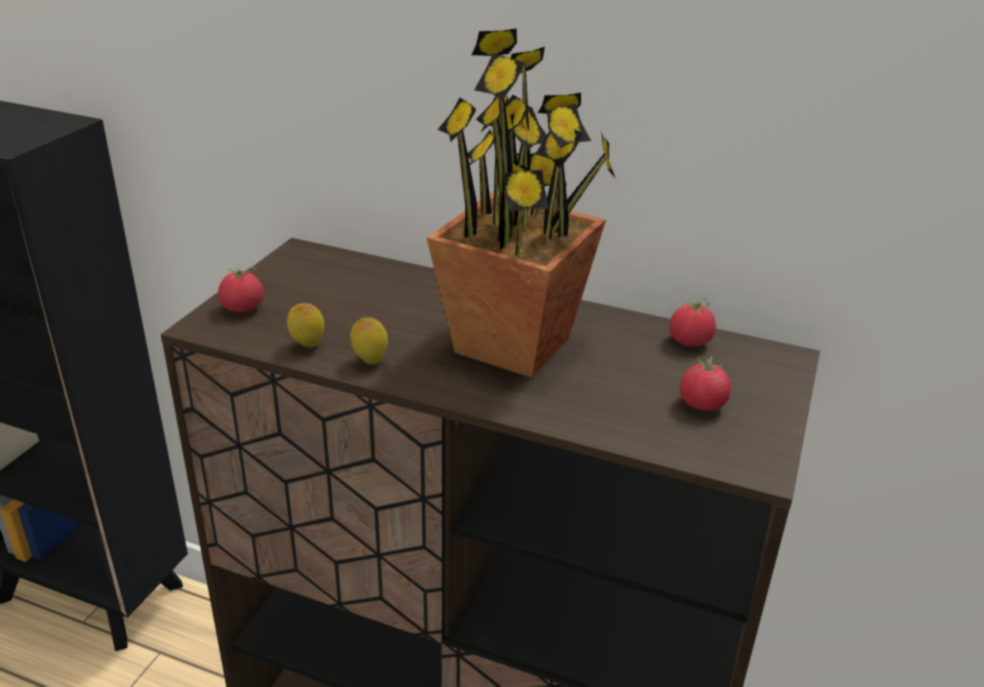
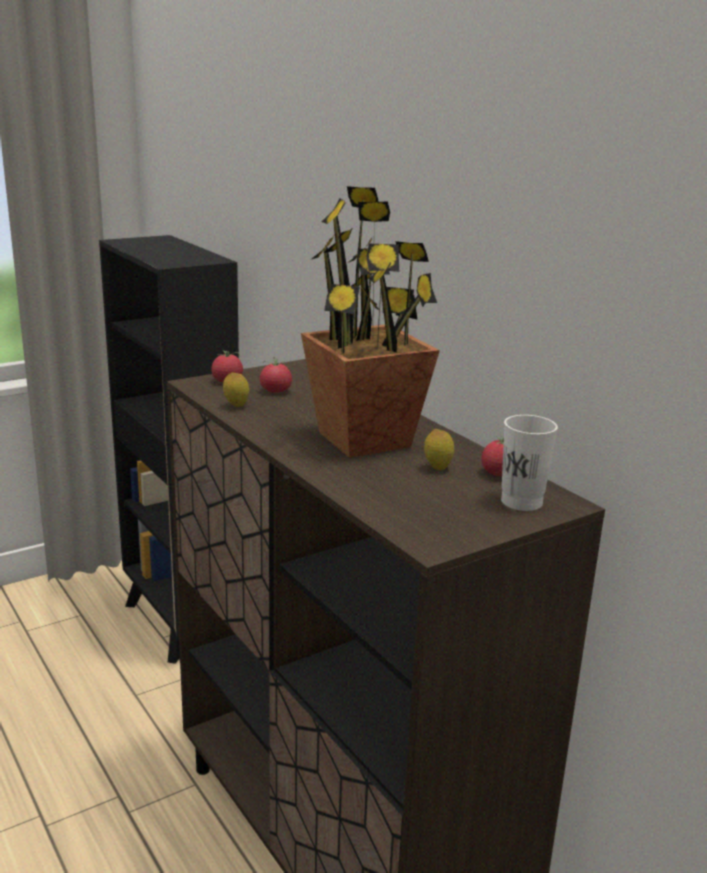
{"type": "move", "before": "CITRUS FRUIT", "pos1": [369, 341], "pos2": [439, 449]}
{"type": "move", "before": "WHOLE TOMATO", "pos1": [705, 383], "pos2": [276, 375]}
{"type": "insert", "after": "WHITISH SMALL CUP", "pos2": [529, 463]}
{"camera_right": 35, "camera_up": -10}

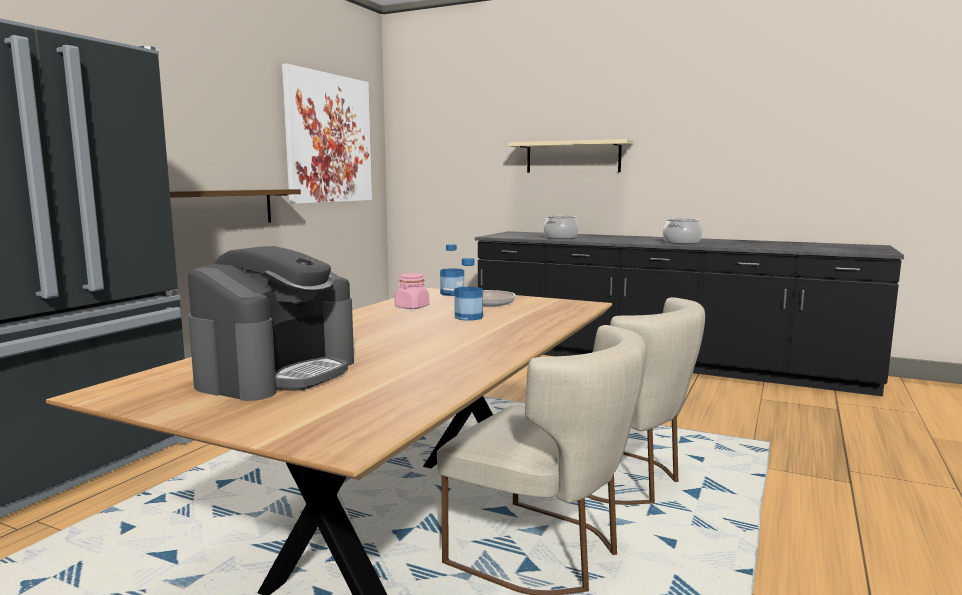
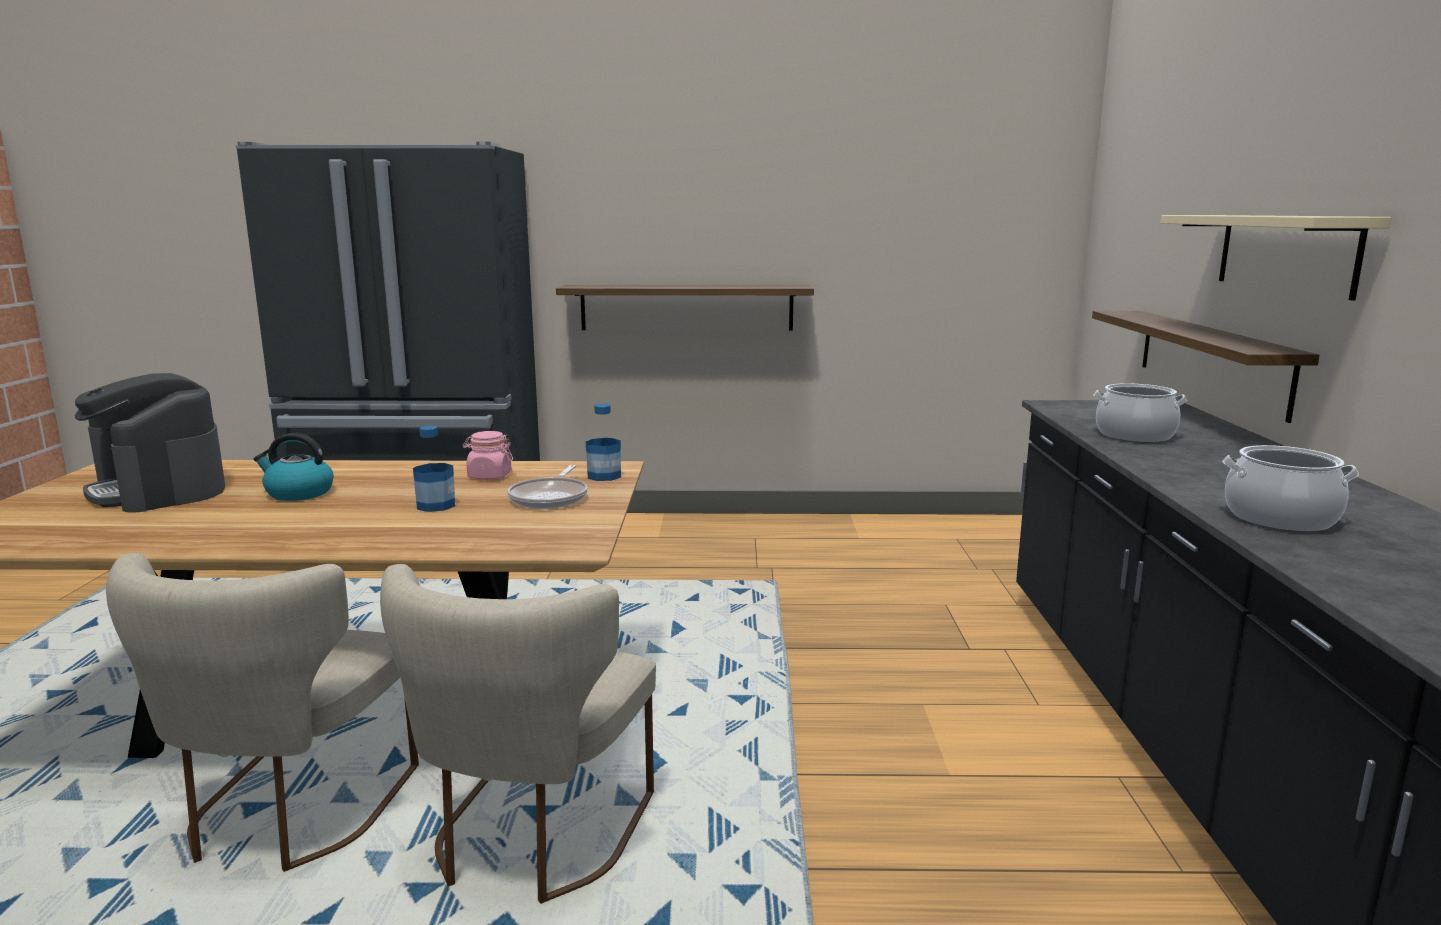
{"type": "delete", "before": "PICTURE", "pos1": [327, 134]}
{"type": "rotate", "before": "COFFEE MAKER", "pos1": [271, 323], "pos2": [150, 443], "turn": 45}
{"type": "insert", "after": "WALL SHELF", "pos2": [1206, 367]}
{"type": "insert", "after": "TEA KETTLE", "pos2": [293, 467]}
{"camera_right": 65, "camera_up": 5}

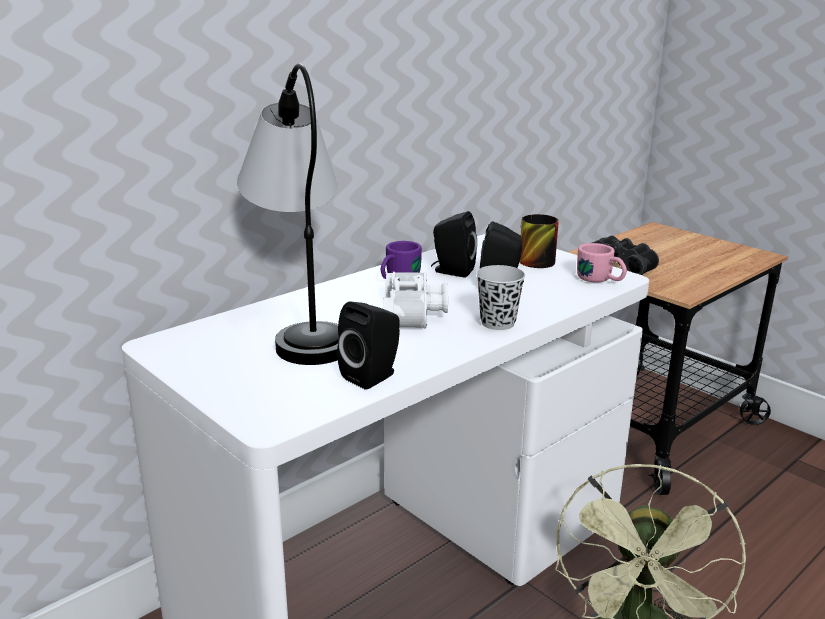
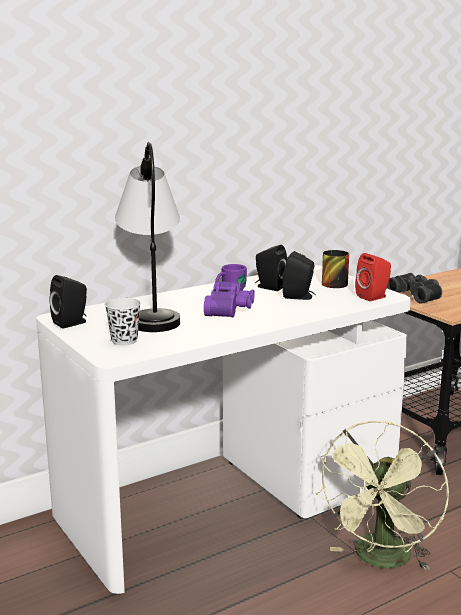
{"type": "replace", "before": "PINK-COLOURED TEA MUG", "after": "REDDISH LOUDSPEAKER", "pos1": [602, 262], "pos2": [373, 277]}
{"type": "move", "before": "BLACK-COLOURED SMALL CUP", "pos1": [500, 297], "pos2": [123, 321]}
{"type": "recolor", "before": "WHITISH BINOCULARS", "after": "PURPLE-COLOURED BINOCULARS", "pos1": [415, 300], "pos2": [229, 299]}
{"type": "move", "before": "BLACK-COLOURED LOUDSPEAKER", "pos1": [368, 346], "pos2": [68, 302]}
{"camera_right": 10, "camera_up": -5}

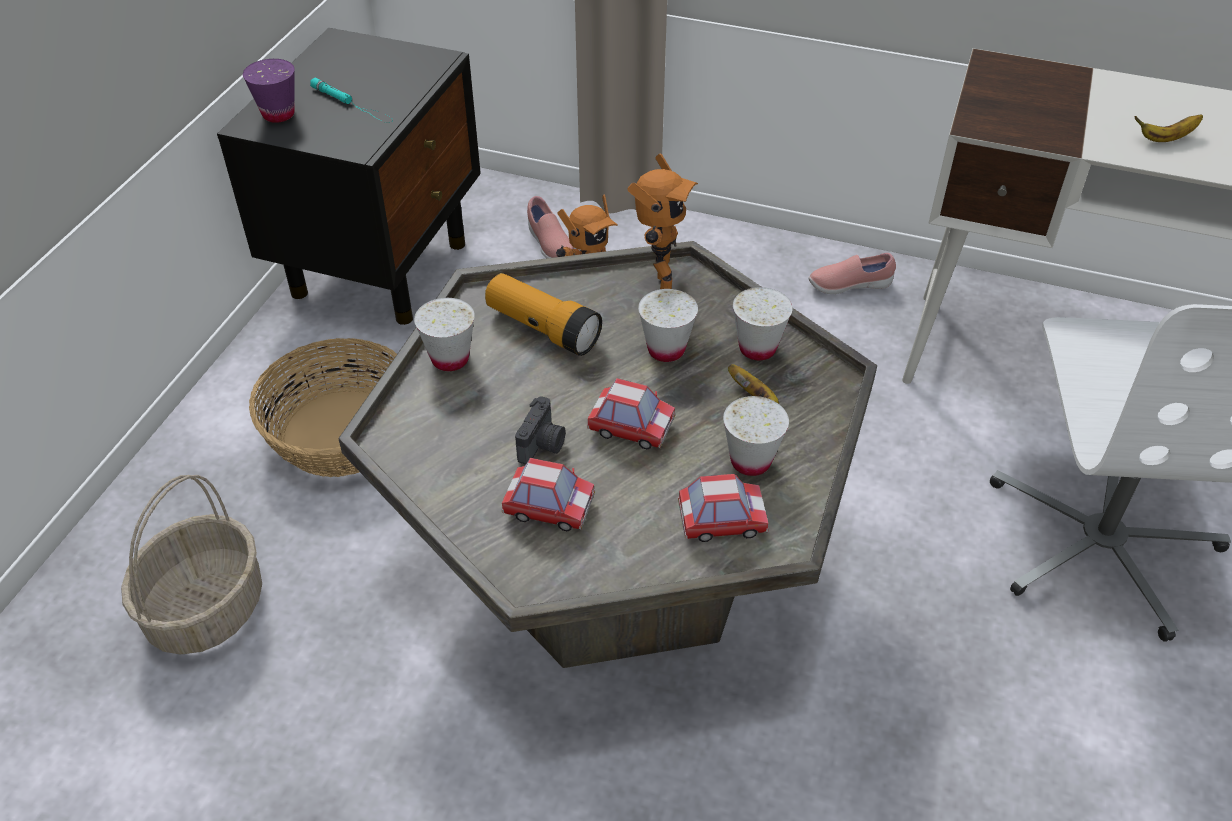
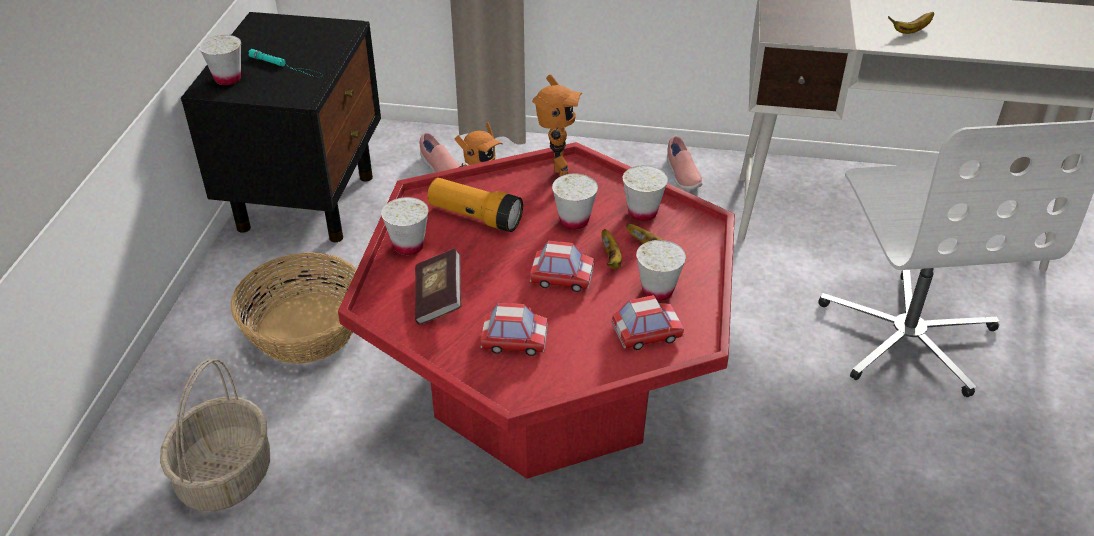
{"type": "recolor", "before": "PURPLE-COLOURED SMALL CUP", "after": "WHITISH SMALL CUP", "pos1": [269, 91], "pos2": [220, 60]}
{"type": "recolor", "before": "GREYISH LOUNGE TABLE", "after": "REDDISH LOUNGE TABLE", "pos1": [608, 454], "pos2": [536, 310]}
{"type": "rotate", "before": "PINK-COLOURED LOW SHOE", "pos1": [852, 273], "pos2": [684, 163], "turn": -90}
{"type": "delete", "before": "PHOTO CAMERA", "pos1": [540, 430]}
{"type": "insert", "after": "BANANA FRUIT", "pos2": [612, 249]}
{"type": "insert", "after": "BOUND BOOK", "pos2": [438, 286]}
{"camera_right": -10, "camera_up": -5}

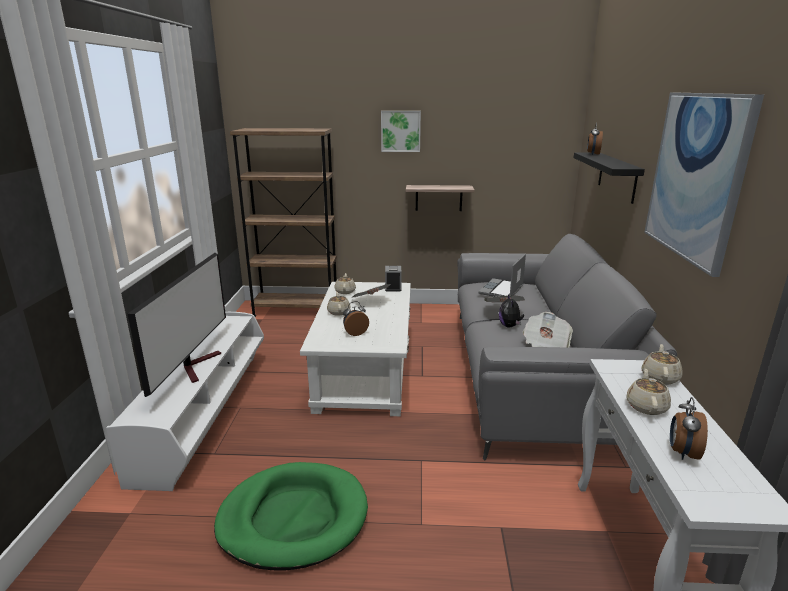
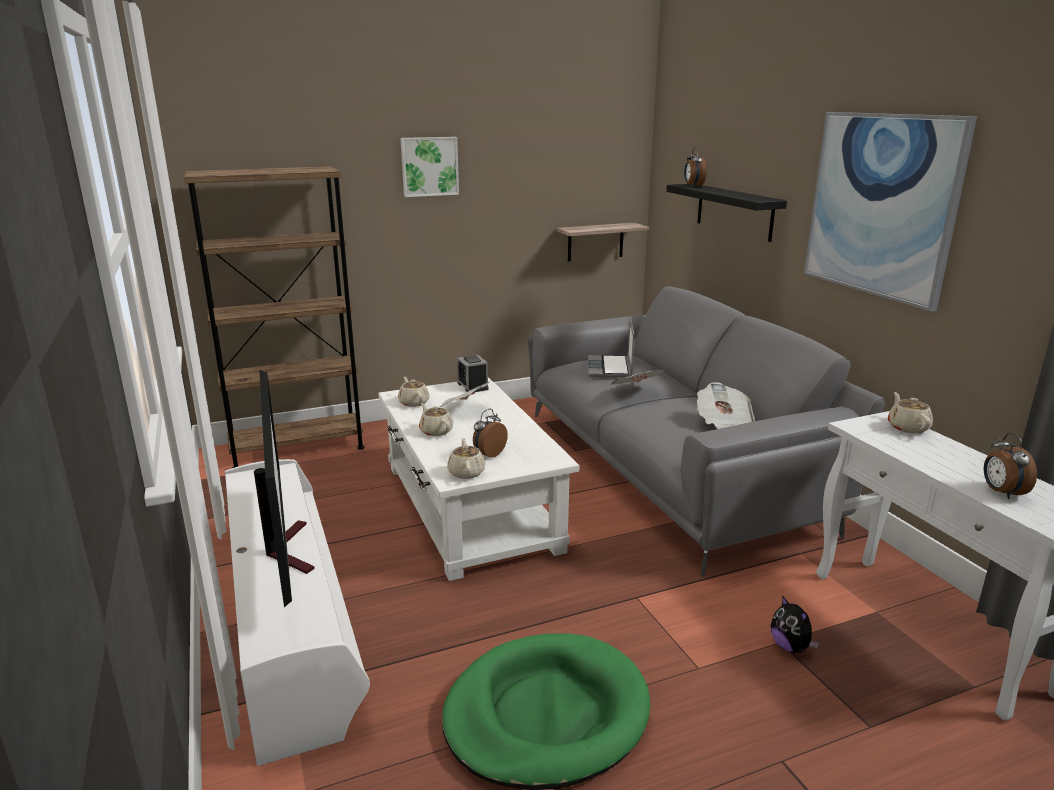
{"type": "move", "before": "WALL SHELF", "pos1": [440, 198], "pos2": [603, 242]}
{"type": "move", "before": "PLUSH TOY", "pos1": [511, 311], "pos2": [795, 624]}
{"type": "move", "before": "SAND-COLOURED POT FOR TEA", "pos1": [648, 392], "pos2": [466, 458]}
{"camera_right": -25, "camera_up": 0}

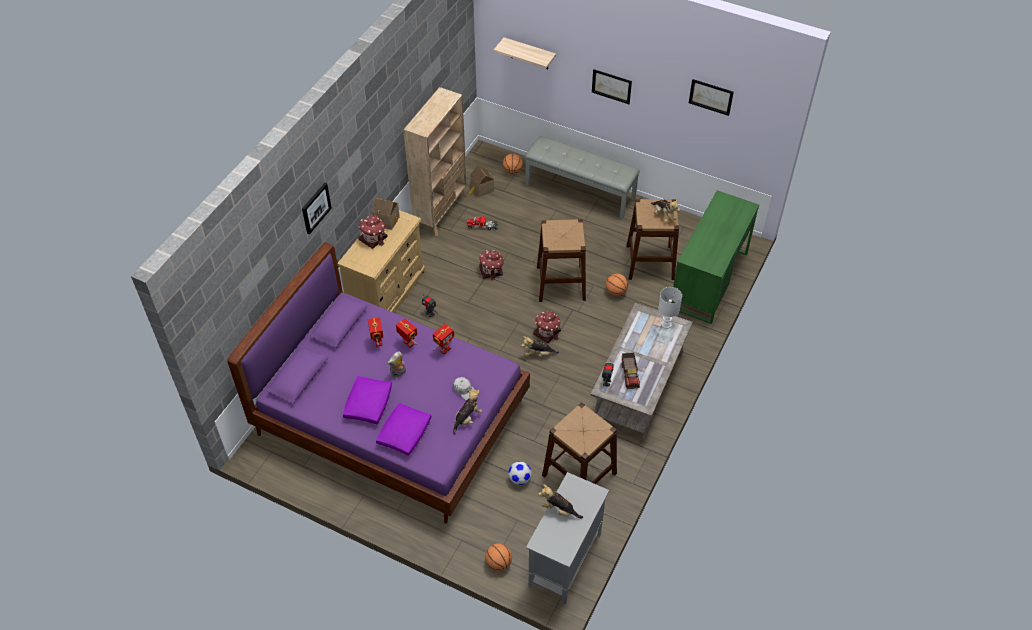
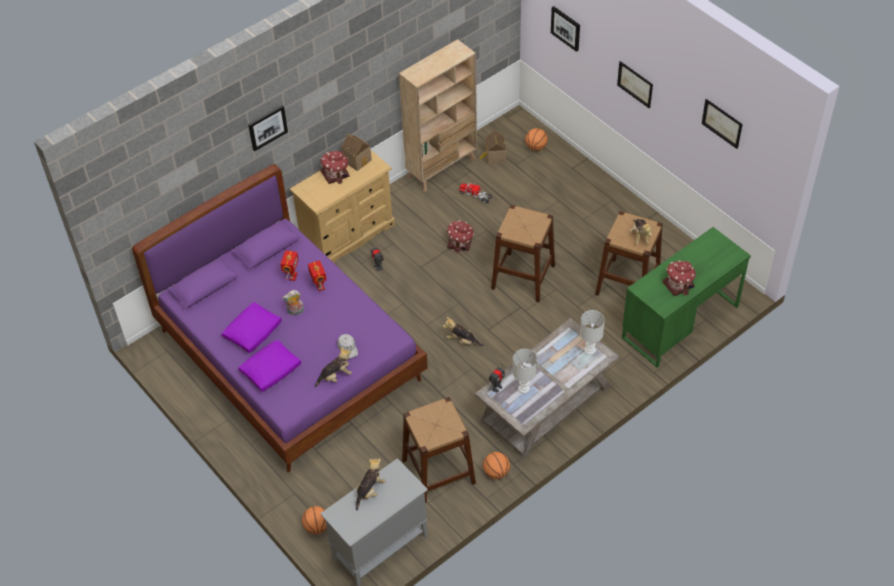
{"type": "replace", "before": "WALL SHELF", "after": "PICTURE", "pos1": [525, 53], "pos2": [565, 29]}
{"type": "delete", "before": "GREYISH BENCH", "pos1": [582, 177]}
{"type": "move", "before": "BALL FOR BASKETBALL", "pos1": [617, 284], "pos2": [496, 465]}
{"type": "move", "before": "TOY HOUSE", "pos1": [547, 327], "pos2": [679, 278]}
{"type": "delete", "before": "MODEL ROBOT", "pos1": [444, 339]}
{"type": "replace", "before": "TOY TRUCK", "after": "WHITISH LAMP FOR A TABLE", "pos1": [631, 371], "pos2": [525, 371]}
{"type": "delete", "before": "FOOTBALL", "pos1": [520, 473]}
{"type": "rotate", "before": "PLUSH TOY", "pos1": [560, 501], "pos2": [370, 484], "turn": 75}
{"camera_right": 25, "camera_up": 0}

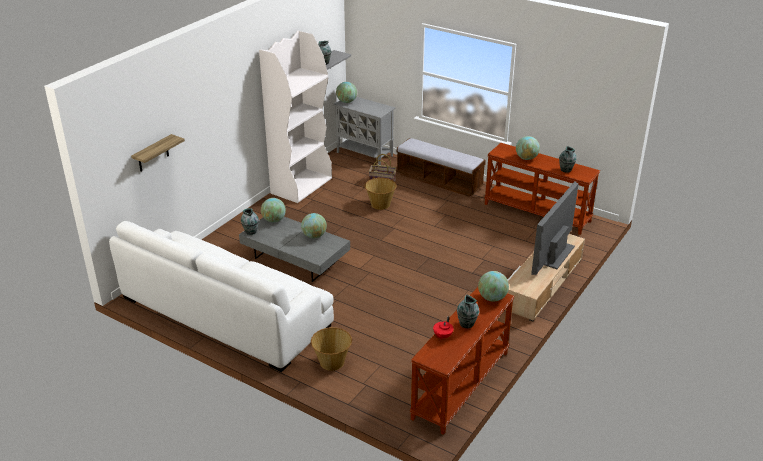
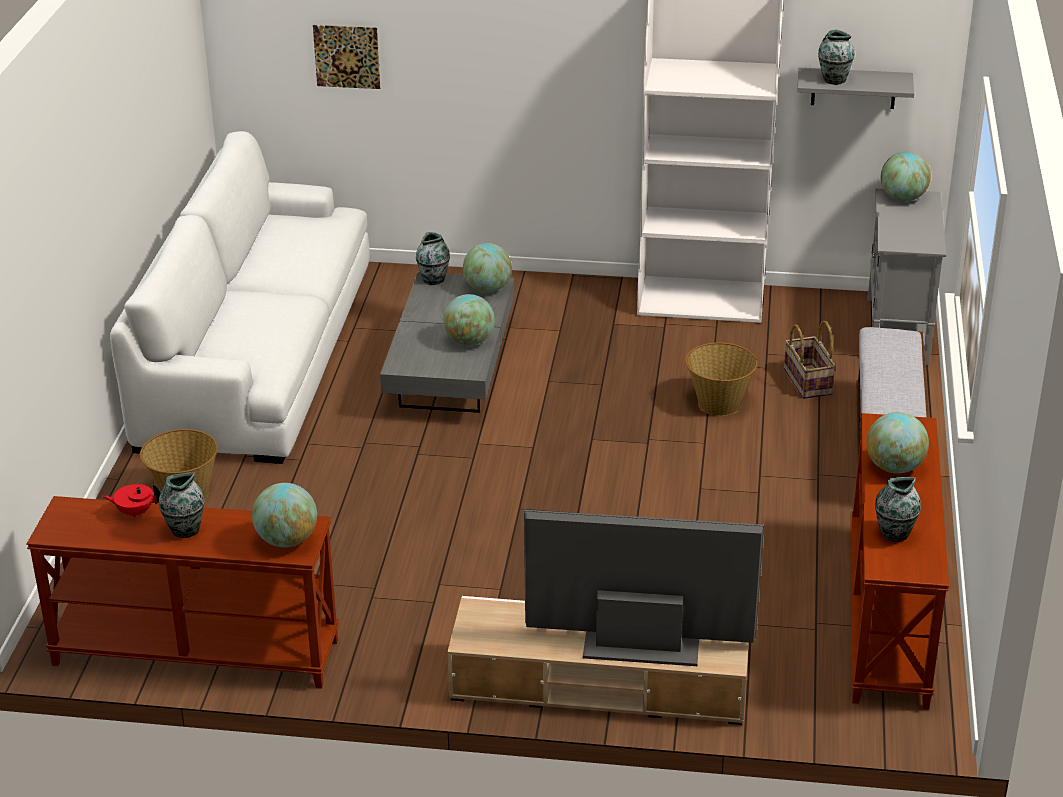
{"type": "replace", "before": "WALL SHELF", "after": "PICTURE", "pos1": [158, 153], "pos2": [346, 57]}
{"camera_right": 65, "camera_up": 0}

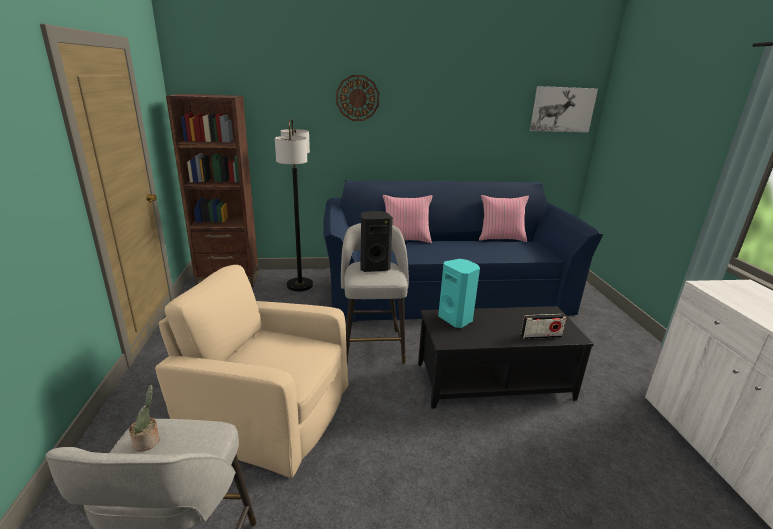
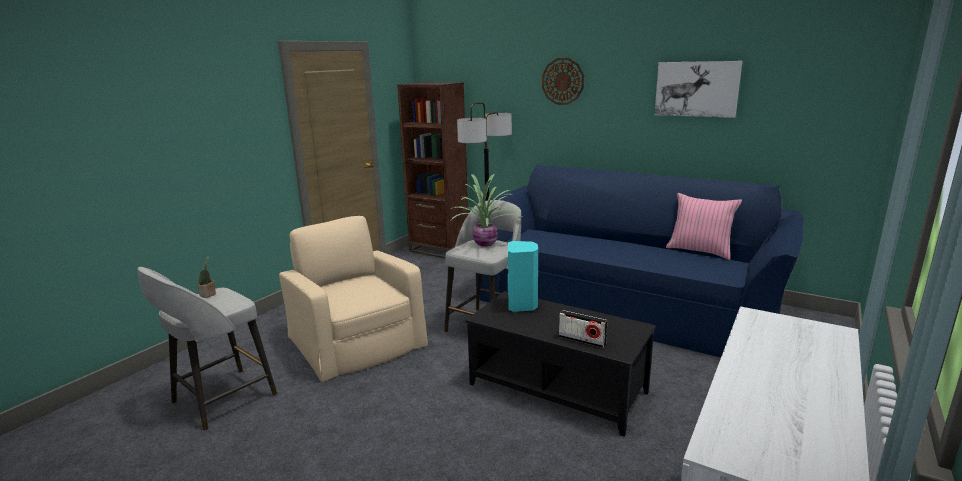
{"type": "move", "before": "PICTURE", "pos1": [564, 109], "pos2": [698, 89]}
{"type": "delete", "before": "PINK-COLOURED CUSHION", "pos1": [407, 219]}
{"type": "replace", "before": "BLACK-COLOURED LOUDSPEAKER", "after": "PLANT IN A POT", "pos1": [377, 241], "pos2": [487, 210]}
{"camera_right": 40, "camera_up": -5}

